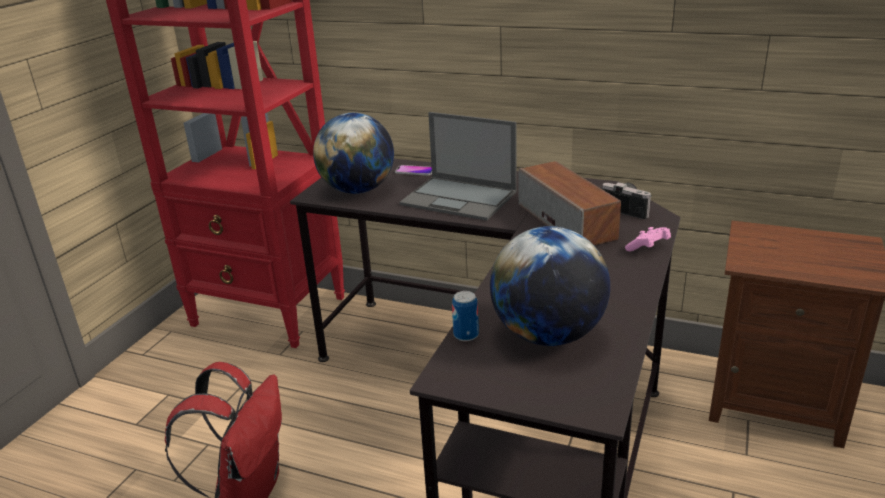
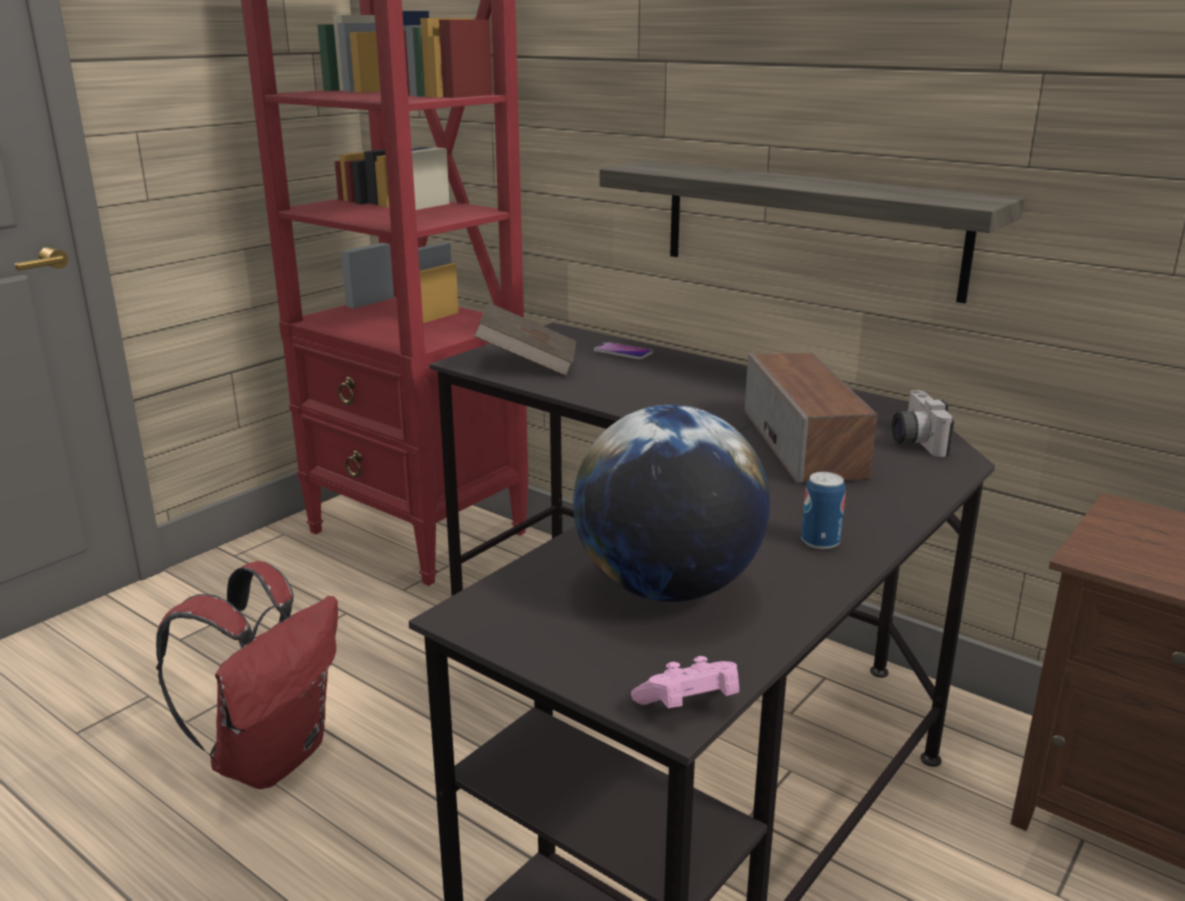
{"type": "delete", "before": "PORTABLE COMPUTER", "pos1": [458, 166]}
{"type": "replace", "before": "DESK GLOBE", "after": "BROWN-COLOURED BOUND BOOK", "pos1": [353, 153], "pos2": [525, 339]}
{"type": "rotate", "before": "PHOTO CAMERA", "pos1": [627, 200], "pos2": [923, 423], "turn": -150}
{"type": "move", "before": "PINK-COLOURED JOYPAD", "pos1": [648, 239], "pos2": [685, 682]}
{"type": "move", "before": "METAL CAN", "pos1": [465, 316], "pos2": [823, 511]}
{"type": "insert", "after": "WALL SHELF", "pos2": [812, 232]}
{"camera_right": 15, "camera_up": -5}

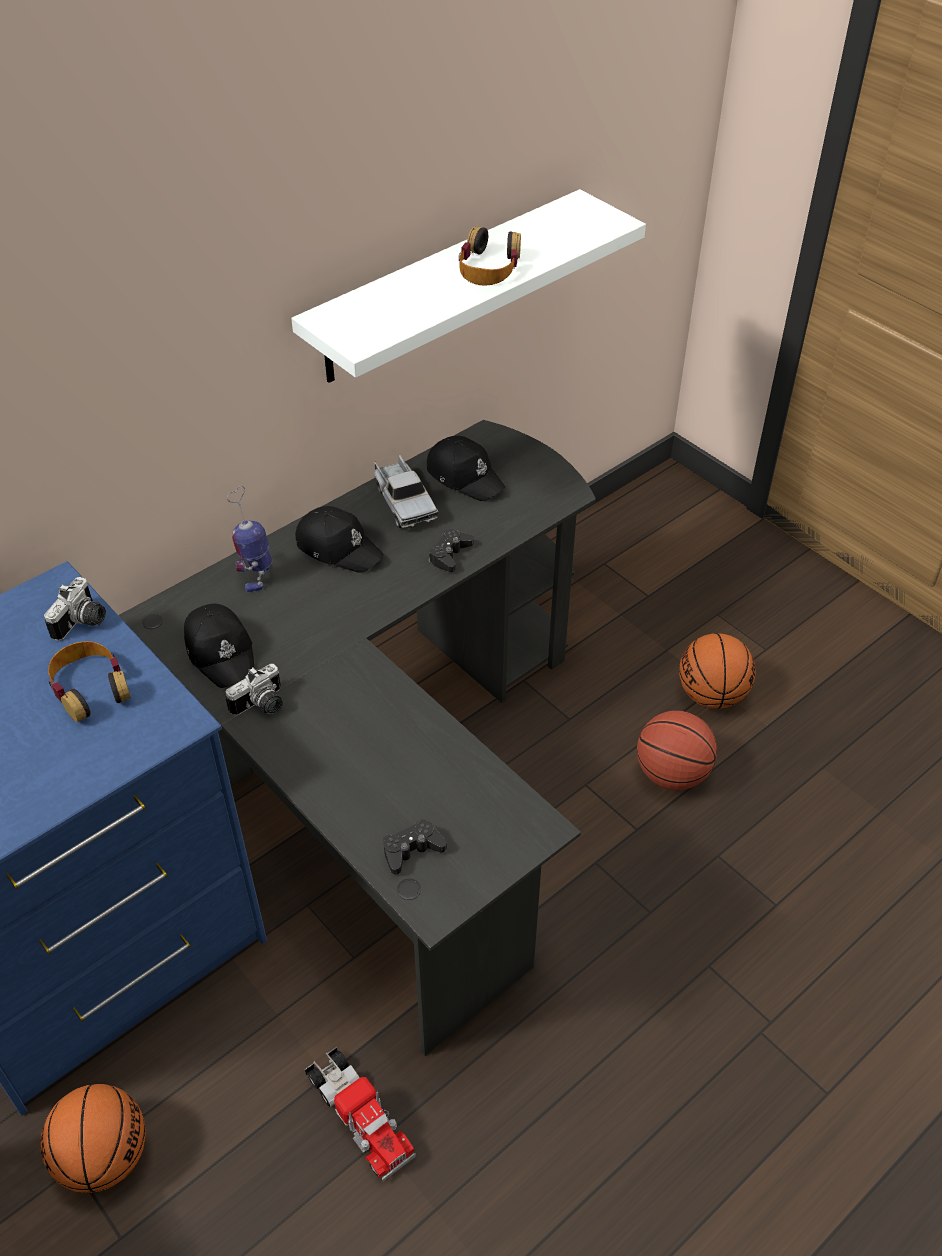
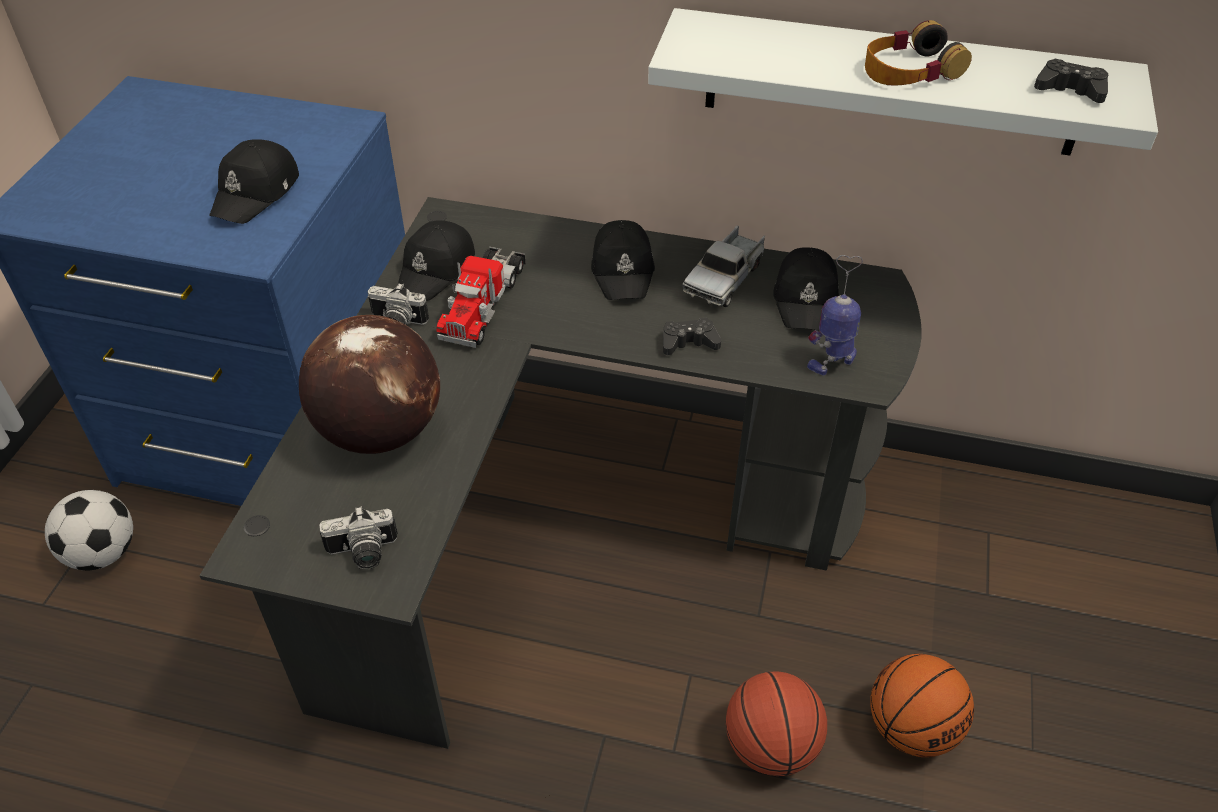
{"type": "move", "before": "MODEL ROBOT", "pos1": [249, 539], "pos2": [835, 315]}
{"type": "move", "before": "PHOTO CAMERA", "pos1": [75, 609], "pos2": [358, 538]}
{"type": "replace", "before": "HEADSET", "after": "BLACK-COLOURED PEAKED CAP", "pos1": [89, 681], "pos2": [254, 181]}
{"type": "move", "before": "BLACK-COLOURED JOYPAD", "pos1": [415, 847], "pos2": [1071, 81]}
{"type": "move", "before": "TOY TRUCK", "pos1": [360, 1114], "pos2": [481, 297]}
{"type": "replace", "before": "BALL FOR BASKETBALL", "after": "FOOTBALL", "pos1": [93, 1138], "pos2": [89, 530]}
{"type": "insert", "after": "DESK GLOBE", "pos2": [369, 384]}
{"camera_right": 55, "camera_up": 0}

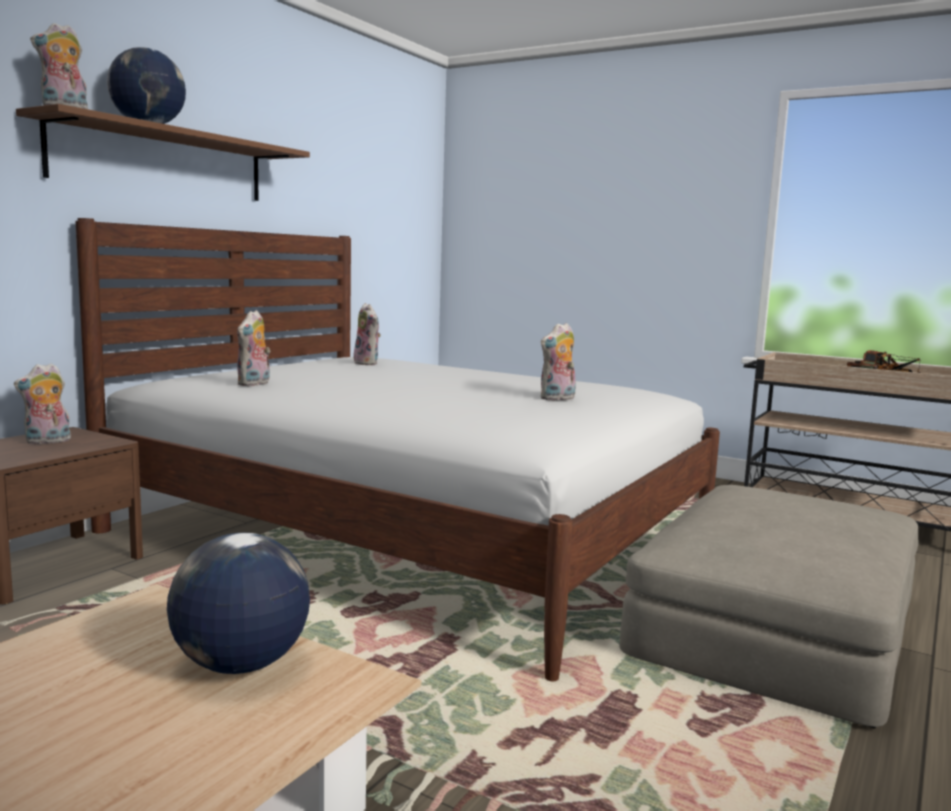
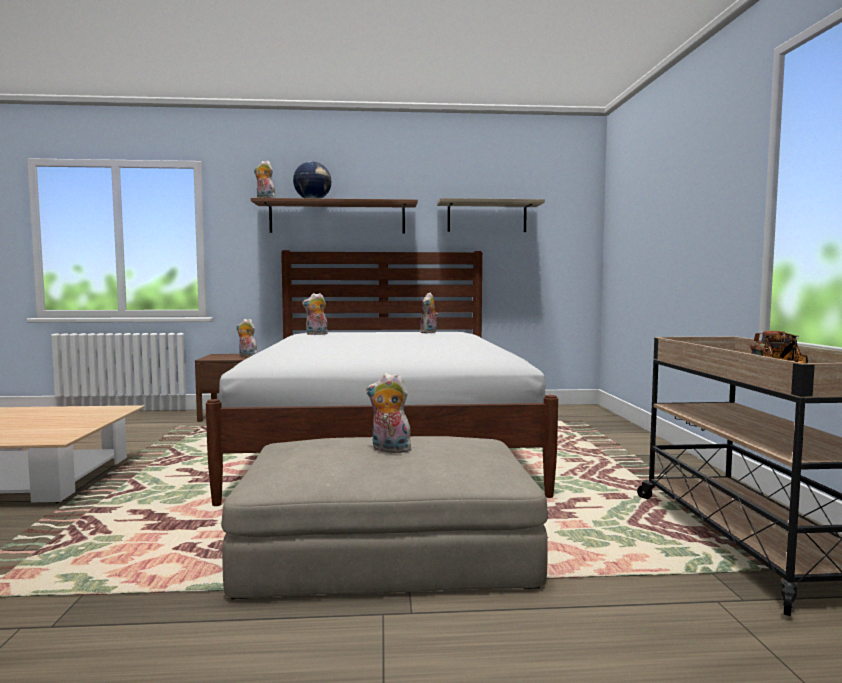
{"type": "move", "before": "PLUSH TOY", "pos1": [558, 362], "pos2": [389, 413]}
{"type": "delete", "before": "DESK GLOBE", "pos1": [238, 603]}
{"type": "insert", "after": "WALL SHELF", "pos2": [491, 215]}
{"camera_right": 55, "camera_up": -5}

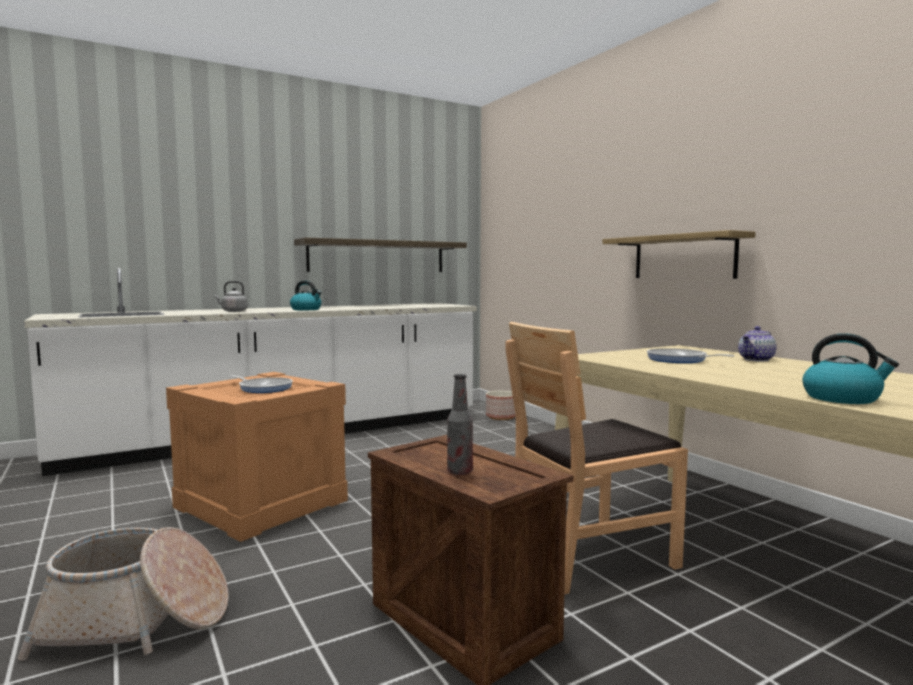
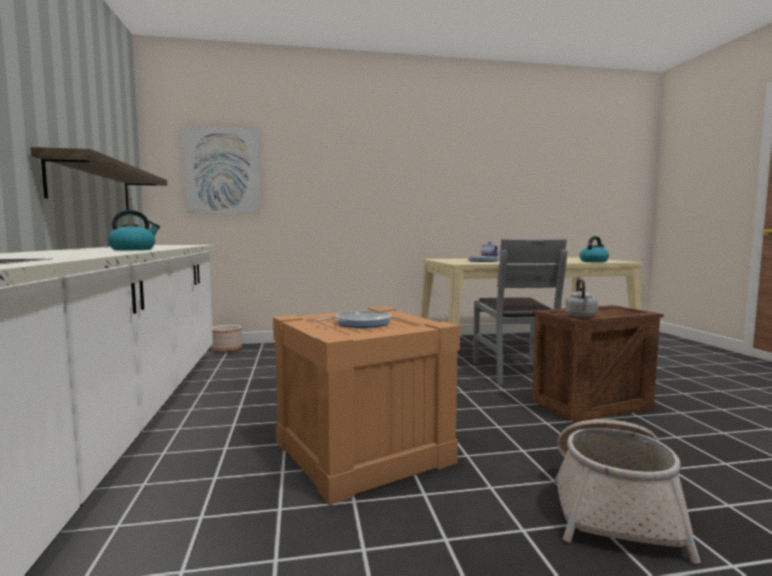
{"type": "delete", "before": "WALL SHELF", "pos1": [679, 254]}
{"type": "move", "before": "GREYISH TEA KETTLE", "pos1": [231, 296], "pos2": [581, 298]}
{"type": "recolor", "before": "BROWN-COLOURED PLAIN CHAIR", "after": "GREYISH PLAIN CHAIR", "pos1": [596, 458], "pos2": [520, 312]}
{"type": "delete", "before": "DRINK BOTTLE", "pos1": [460, 424]}
{"type": "insert", "after": "PICTURE", "pos2": [221, 170]}
{"camera_right": -70, "camera_up": 0}

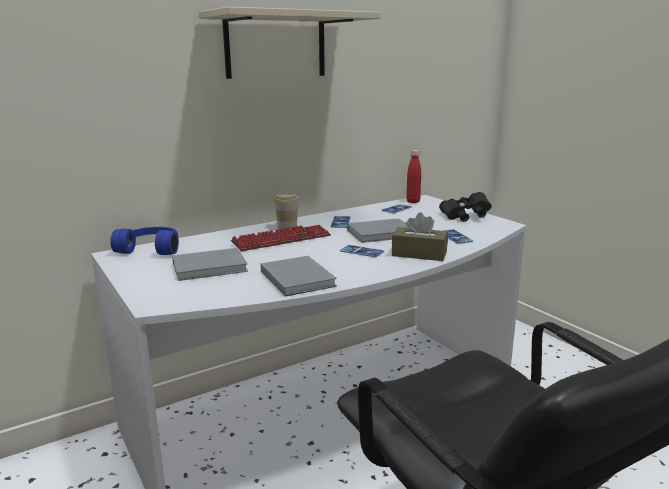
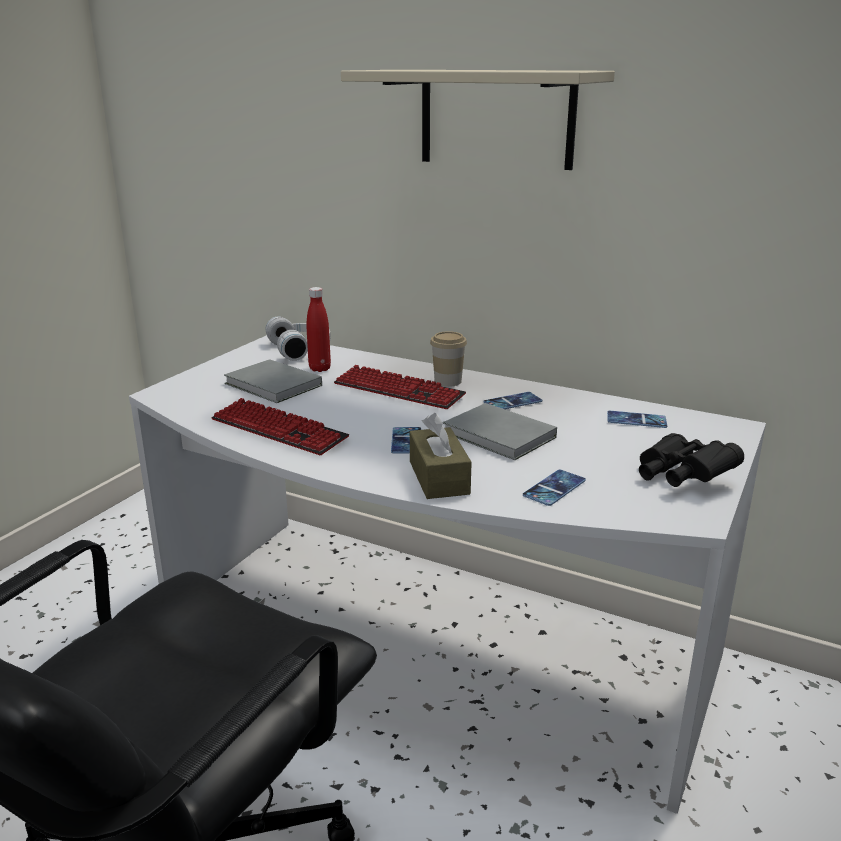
{"type": "move", "before": "REDDISH DRINK BOTTLE", "pos1": [413, 176], "pos2": [318, 329]}
{"type": "recolor", "before": "BLUE-COLOURED HEADSET", "after": "WHITISH HEADSET", "pos1": [144, 241], "pos2": [298, 338]}
{"type": "replace", "before": "GREYISH BOUND BOOK", "after": "COMPUTER KEYBOARD", "pos1": [299, 276], "pos2": [280, 426]}
{"camera_right": 60, "camera_up": 5}

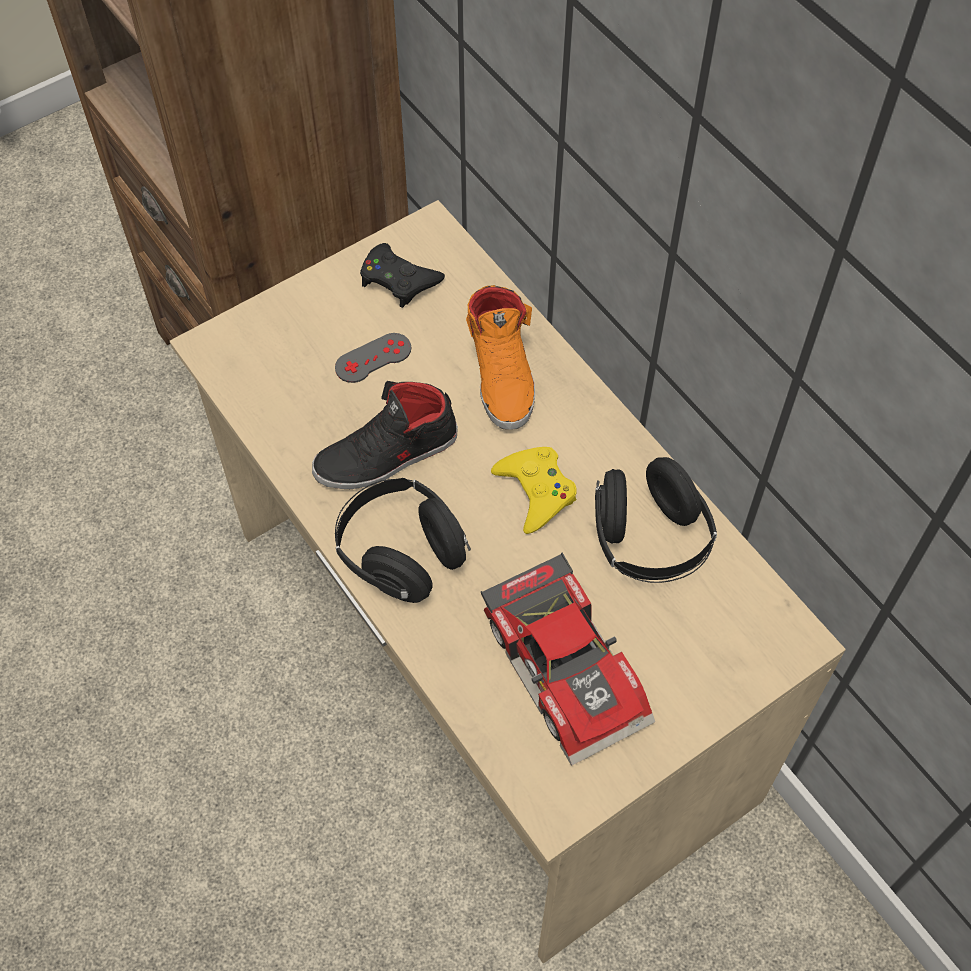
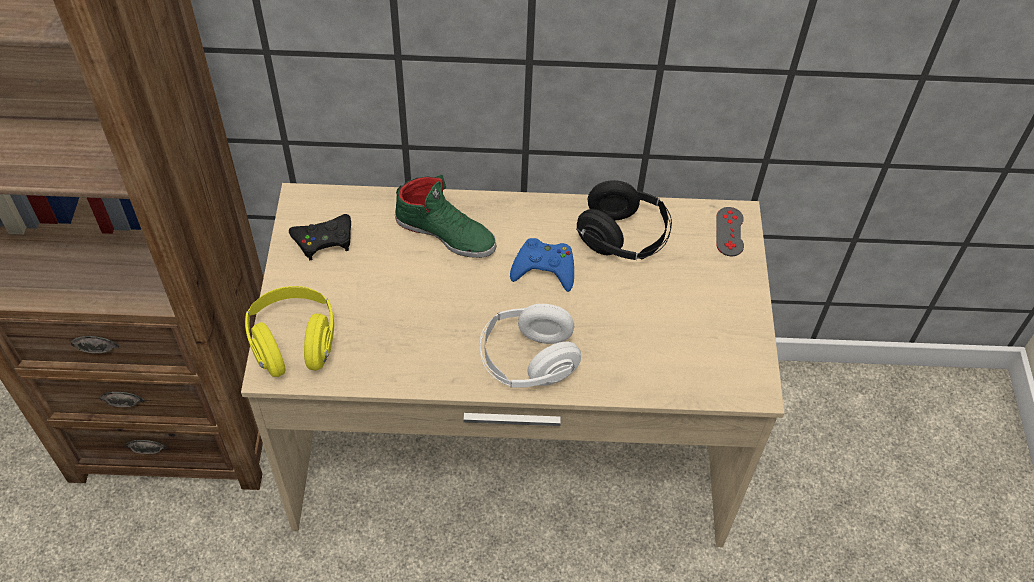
{"type": "recolor", "before": "ORANGE-COLOURED LOW SHOE", "after": "GREEN-COLOURED LOW SHOE", "pos1": [500, 357], "pos2": [446, 216]}
{"type": "move", "before": "GREYISH JOYPAD", "pos1": [373, 358], "pos2": [730, 231]}
{"type": "delete", "before": "BLACK-COLOURED LOW SHOE", "pos1": [385, 435]}
{"type": "recolor", "before": "YELLOW-COLOURED JOYPAD", "after": "BLUE-COLOURED JOYPAD", "pos1": [534, 490], "pos2": [542, 265]}
{"type": "recolor", "before": "BLACK-COLOURED HEADSET", "after": "WHITISH HEADSET", "pos1": [403, 540], "pos2": [530, 346]}
{"type": "delete", "before": "MINIATURE CAR", "pos1": [568, 659]}
{"type": "insert", "after": "YELLOW-COLOURED HEADSET", "pos2": [289, 331]}
{"camera_right": -55, "camera_up": -5}

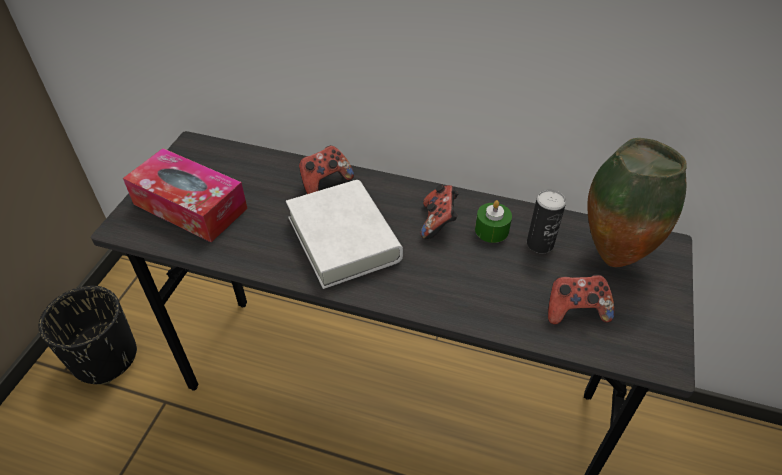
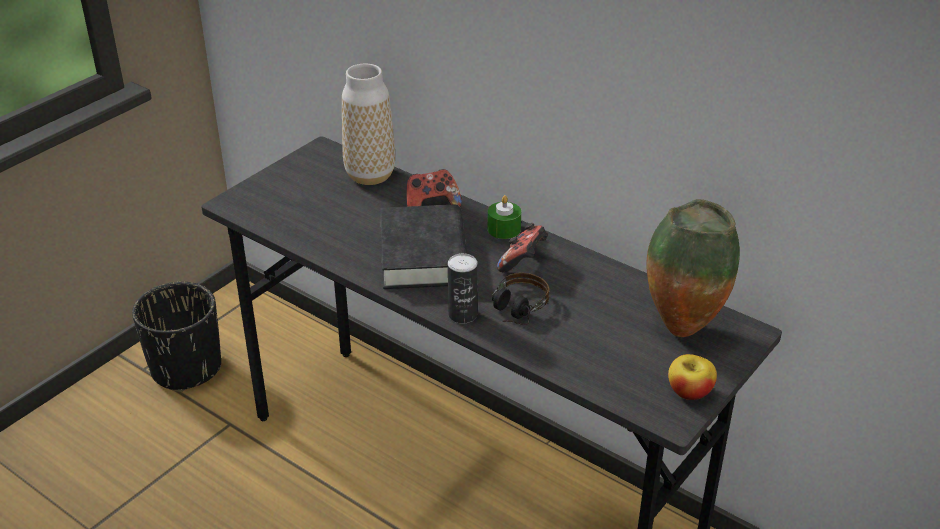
{"type": "delete", "before": "TISSUE BOX", "pos1": [185, 195]}
{"type": "recolor", "before": "WHITISH BOUND BOOK", "after": "BLACK-COLOURED BOUND BOOK", "pos1": [344, 234], "pos2": [423, 247]}
{"type": "move", "before": "METAL CAN", "pos1": [546, 221], "pos2": [463, 288]}
{"type": "move", "before": "GREEN-COLOURED WAX LIGHT", "pos1": [493, 221], "pos2": [504, 217]}
{"type": "delete", "before": "JOYPAD", "pos1": [581, 300]}
{"type": "insert", "after": "VASE", "pos2": [368, 124]}
{"type": "insert", "after": "HEADSET", "pos2": [520, 298]}
{"type": "insert", "after": "APPLE FRUIT", "pos2": [692, 377]}
{"camera_right": 20, "camera_up": -10}

